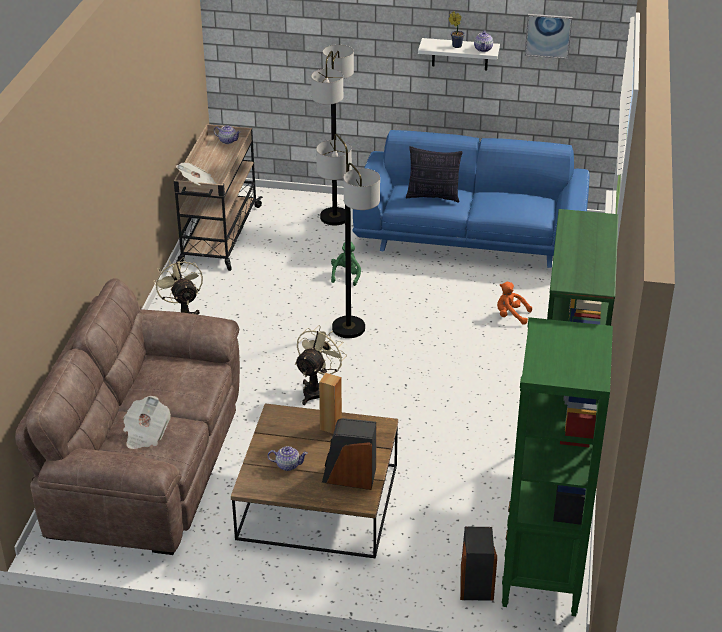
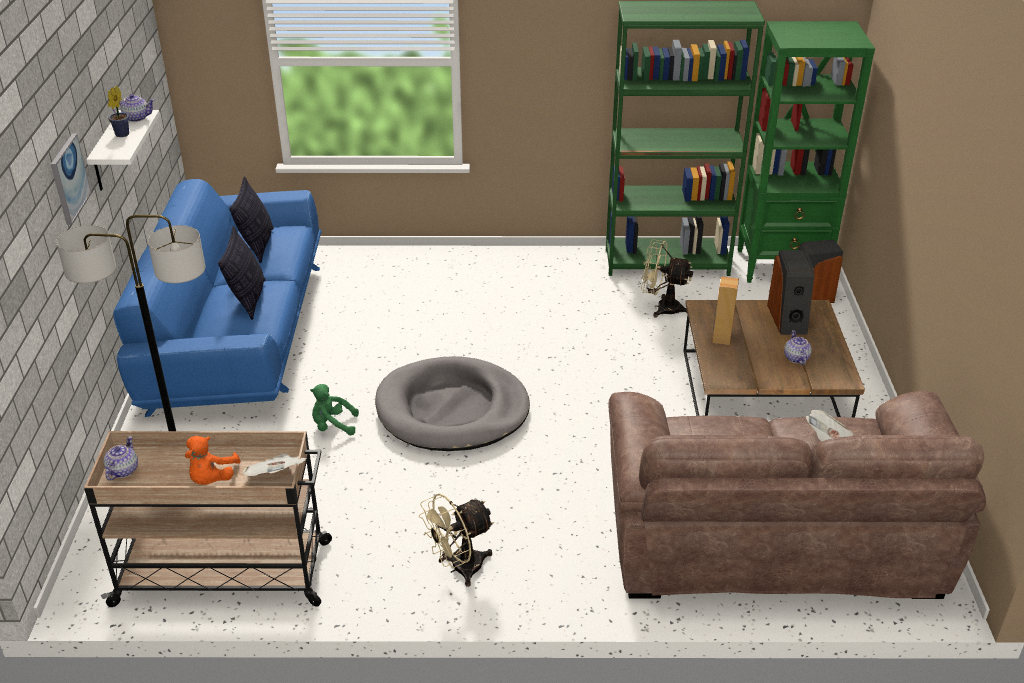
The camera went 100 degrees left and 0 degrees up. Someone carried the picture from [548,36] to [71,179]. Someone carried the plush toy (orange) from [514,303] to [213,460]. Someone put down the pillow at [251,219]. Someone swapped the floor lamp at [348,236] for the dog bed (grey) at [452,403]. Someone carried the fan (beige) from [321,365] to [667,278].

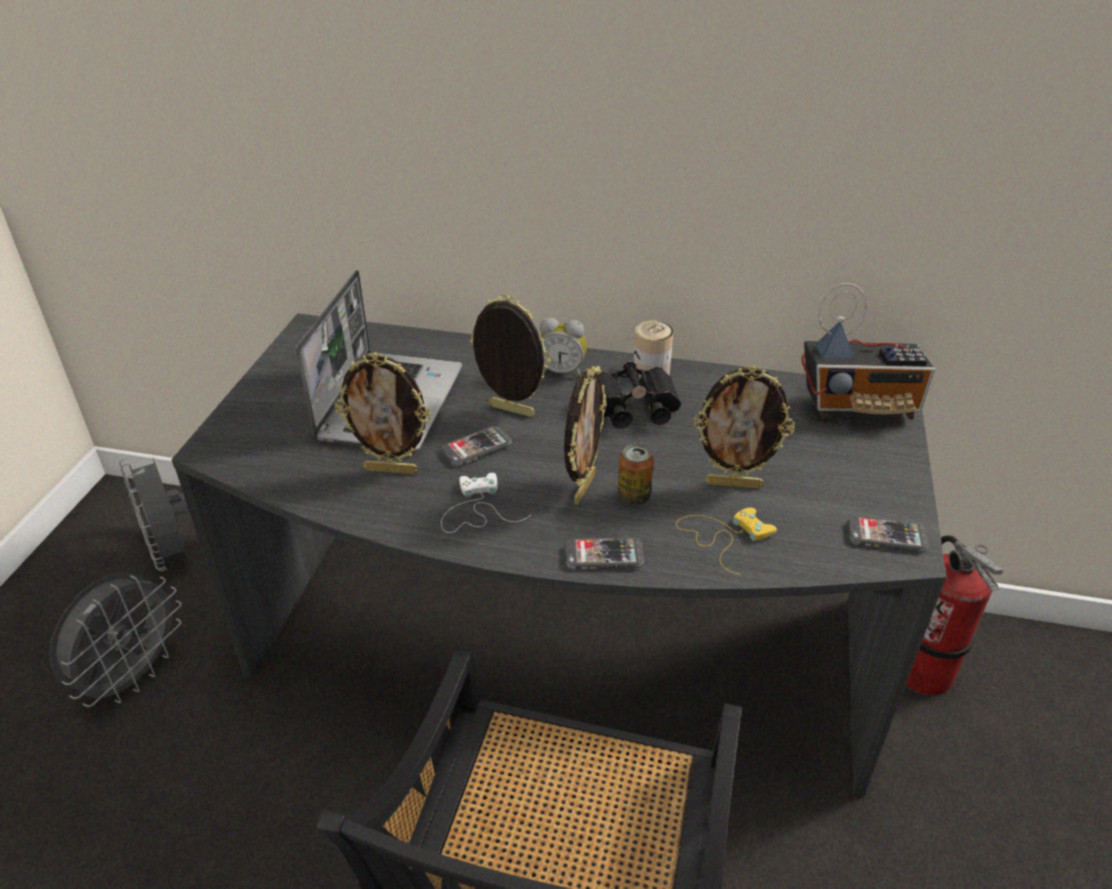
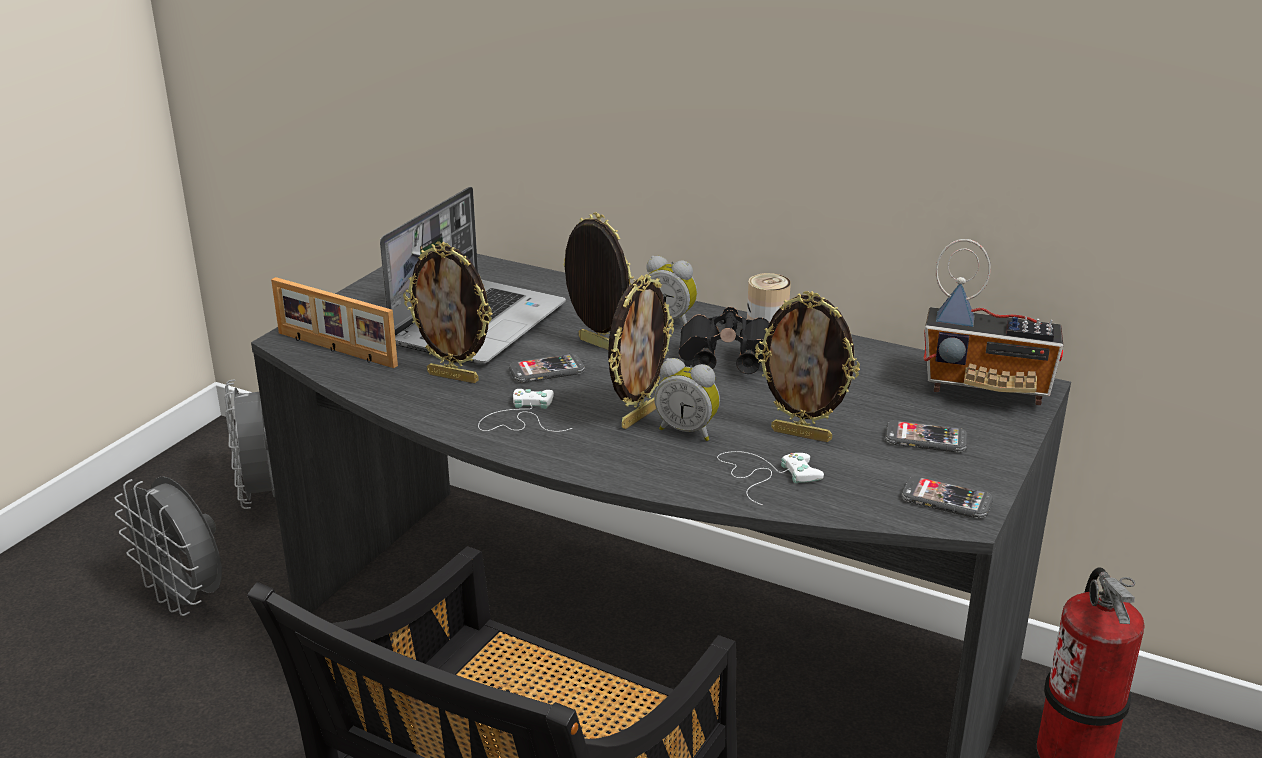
The camera went 15 degrees right and 10 degrees down. Someone rotated the fan (grey) at [115,639] by 90 degrees clockwise. Someone put down the picture frame at [334,322]. Someone swapped the can at [635,475] for the alarm clock at [687,399]. Someone repainted the game controller (yellow) at [726,541], which became the game controller (white) at [770,478]. Someone carried the phone from [604,553] to [926,436].

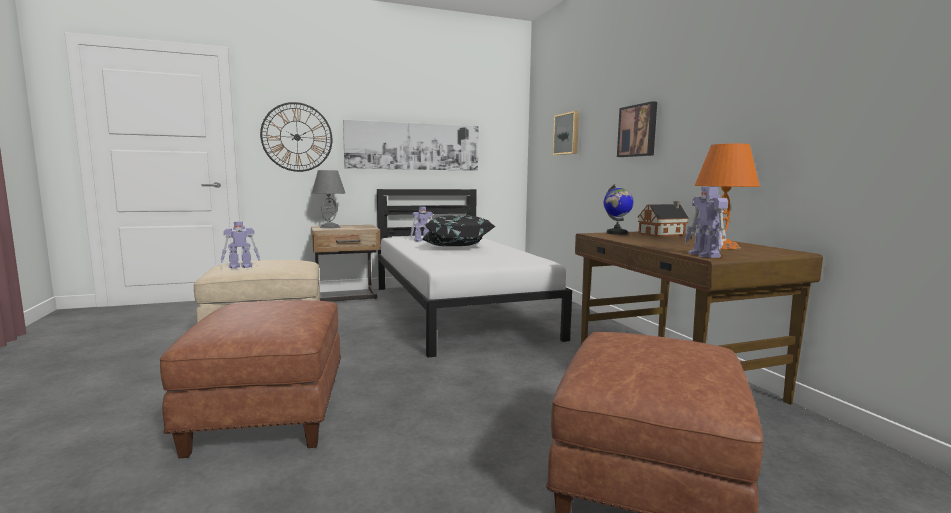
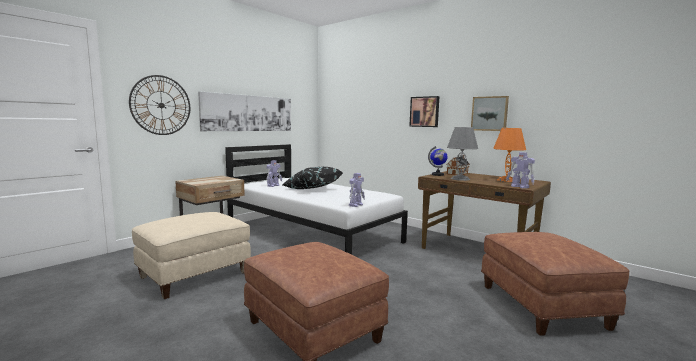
The camera went 30 degrees left and 0 degrees up. Someone carried the toy robot from [240,245] to [357,190]. Someone carried the table lamp (grey) from [328,199] to [462,154]. Someone carried the picture from [566,133] to [490,113].

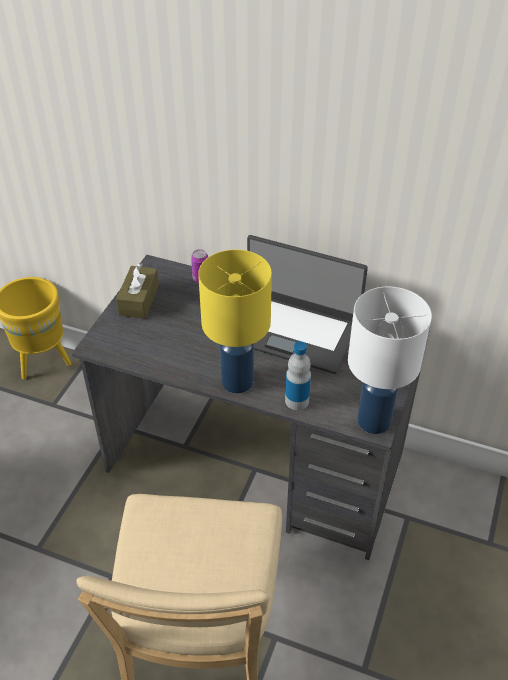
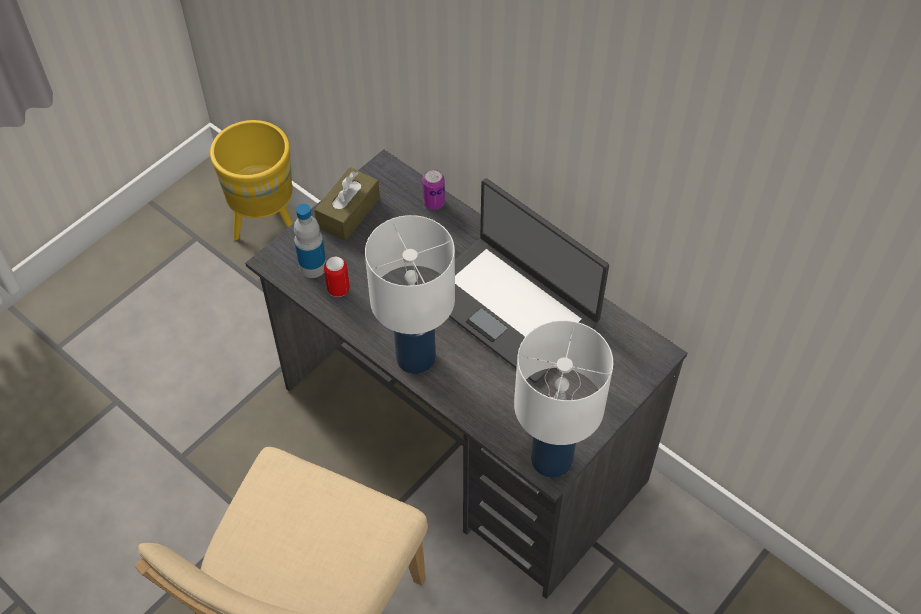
The camera went 20 degrees right and 10 degrees up. Someone carried the bottle from [298,375] to [310,241]. Someone put down the can at [337,276]. Someone repainted the table lamp (yellow) at [235,321], which became the table lamp (white) at [410,294].

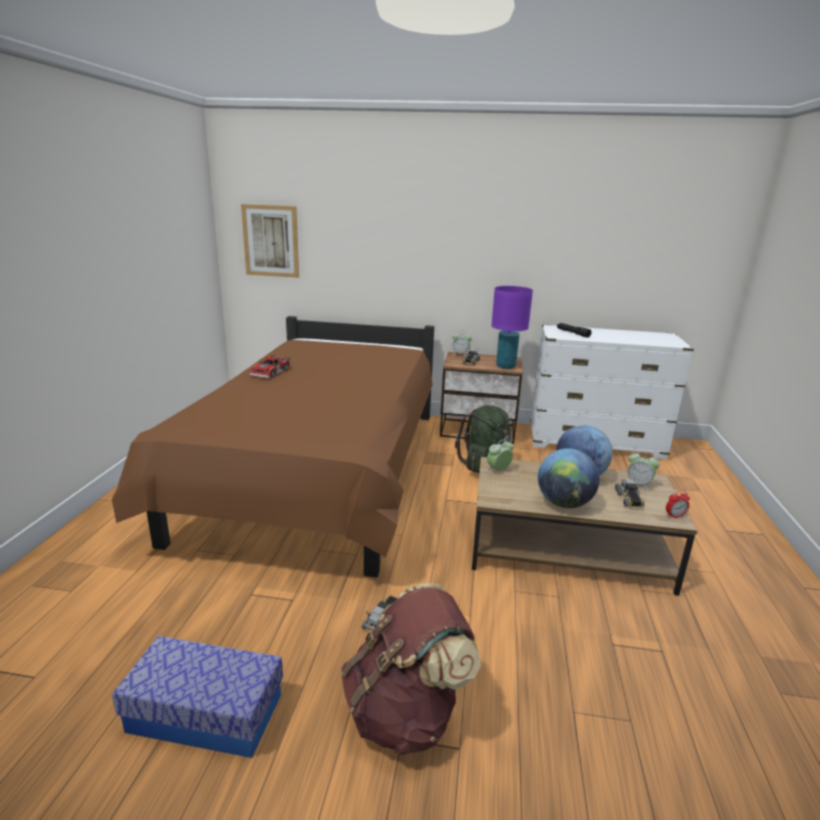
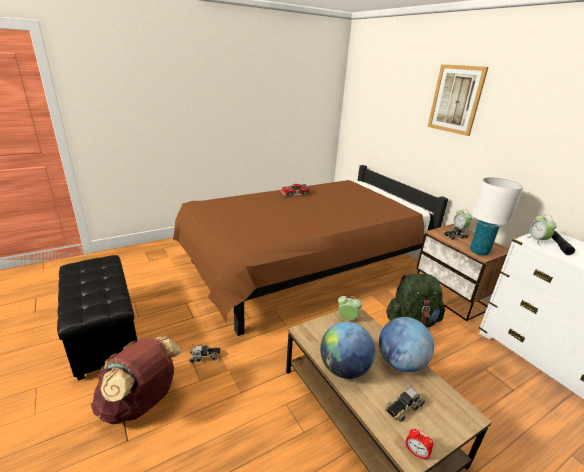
The camera went 50 degrees right and 5 degrees up. Someone swapped the storage box at [197,697] for the ottoman (black) at [97,318]. Someone carried the picture from [270,241] to [458,100]. Someone repainted the table lamp (purple) at [512,327], which became the table lamp (white) at [497,216]. Someone carried the alarm clock from [643,471] to [541,229].

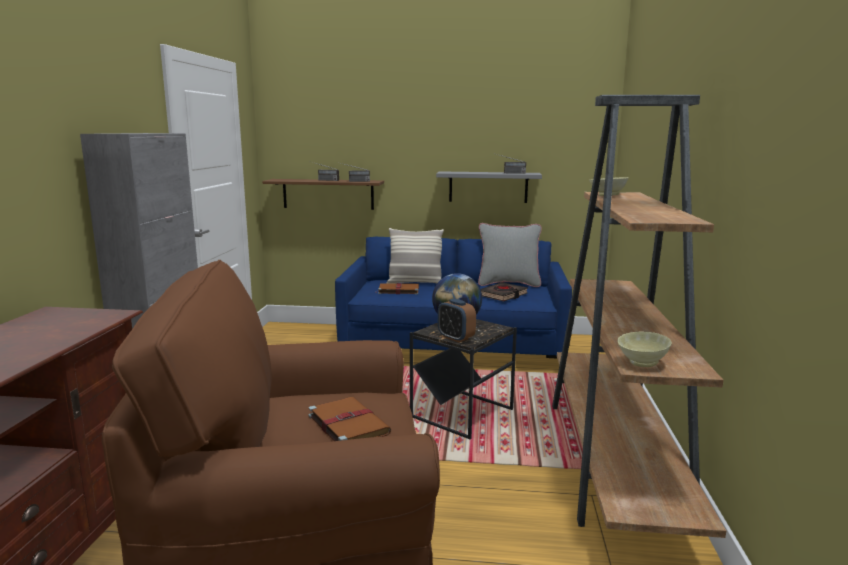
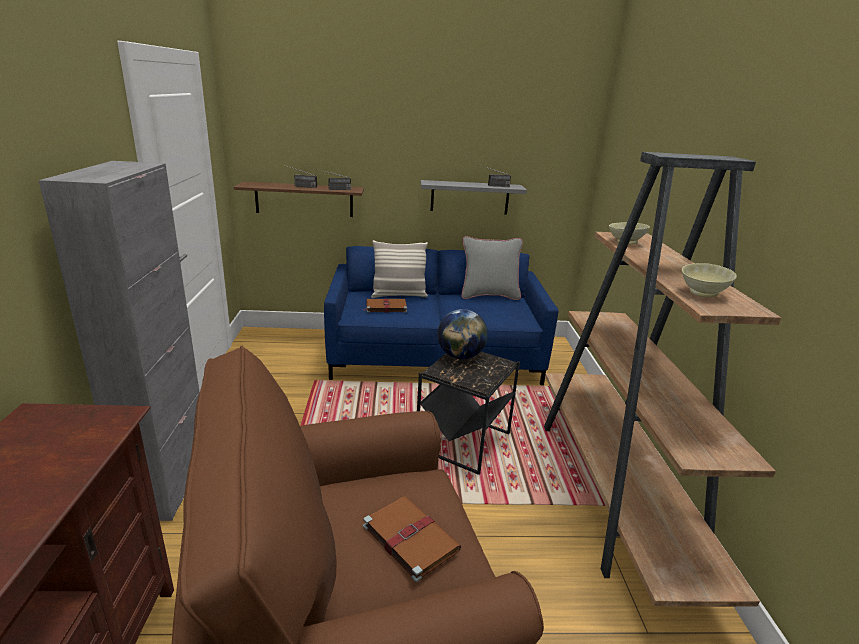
The camera went 10 degrees left and 10 degrees up. Someone carried the bowl (beige) from [644,349] to [709,280]. Someone took away the alarm clock at [457,320]. Someone took away the book (black) at [504,291].

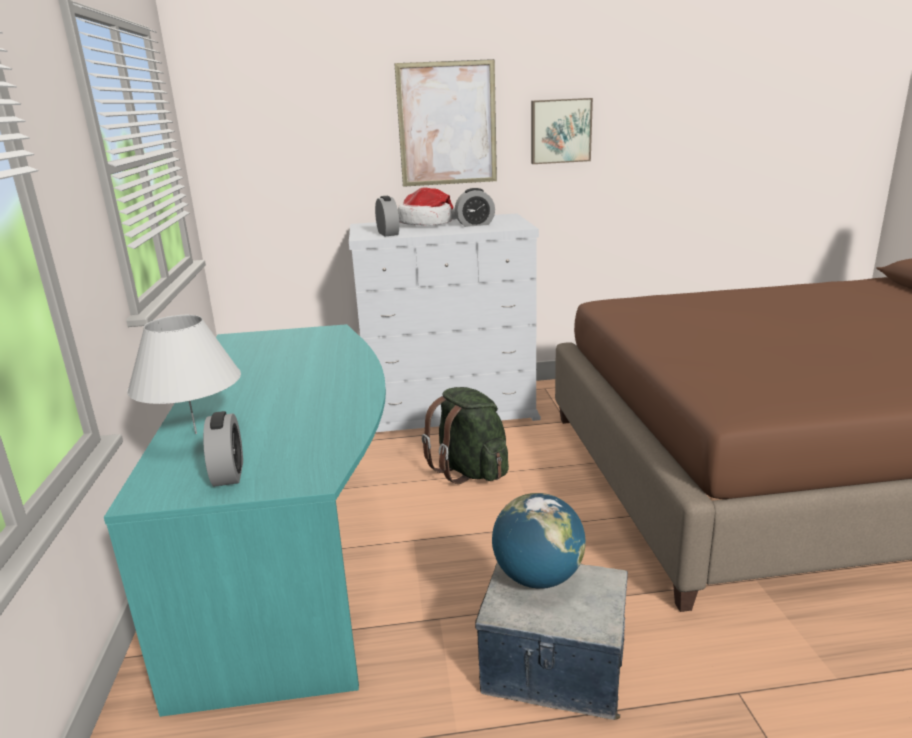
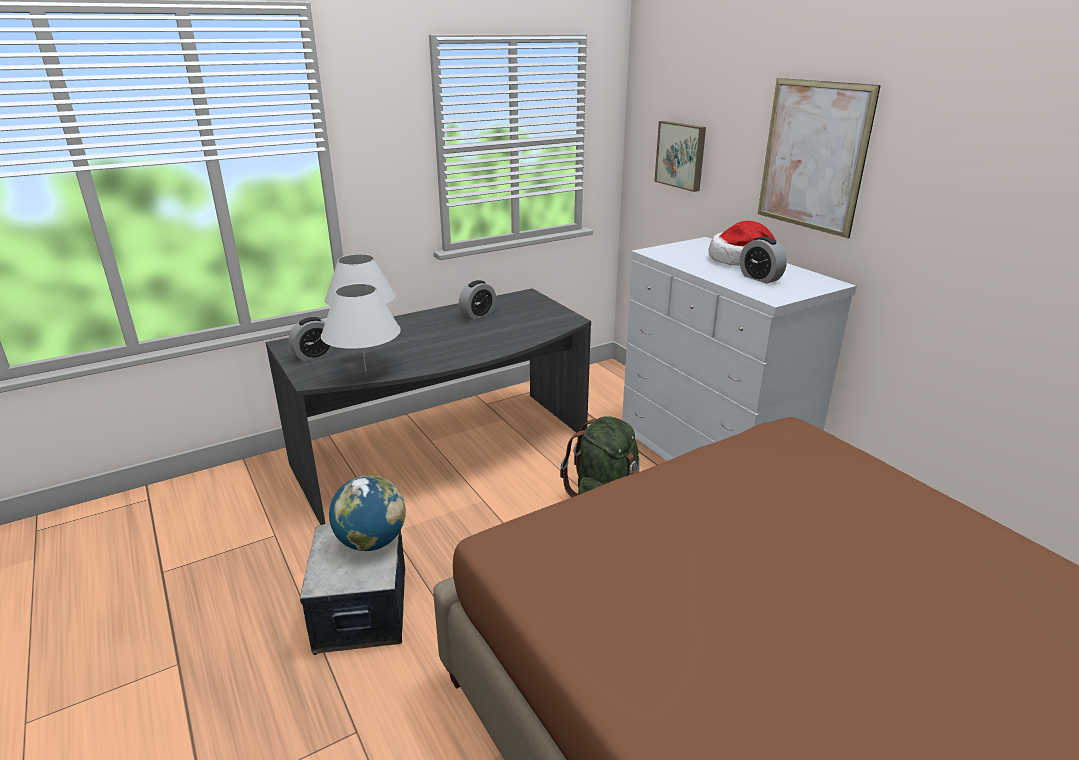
The camera went 65 degrees right and 5 degrees up. Someone repainted the desk (turquoise) at [245,520], which became the desk (grey) at [428,406]. Someone put down the table lamp (white) at [361,327]. Someone carried the alarm clock from [387,216] to [477,300]. Someone carried the picture from [562,131] to [680,156].

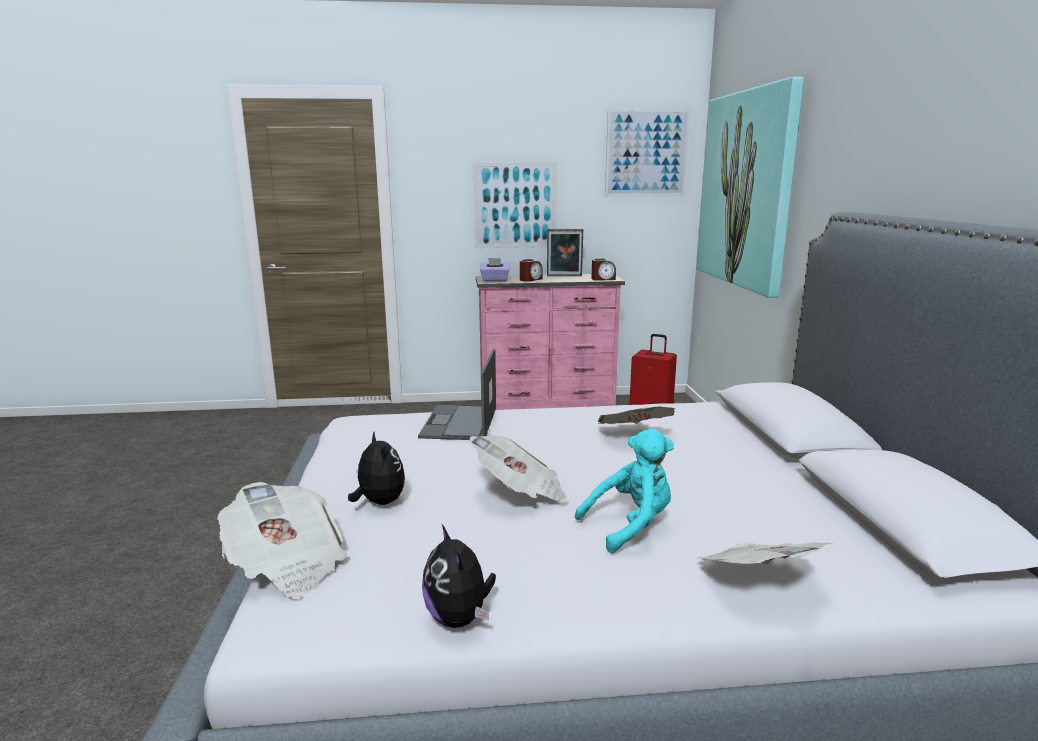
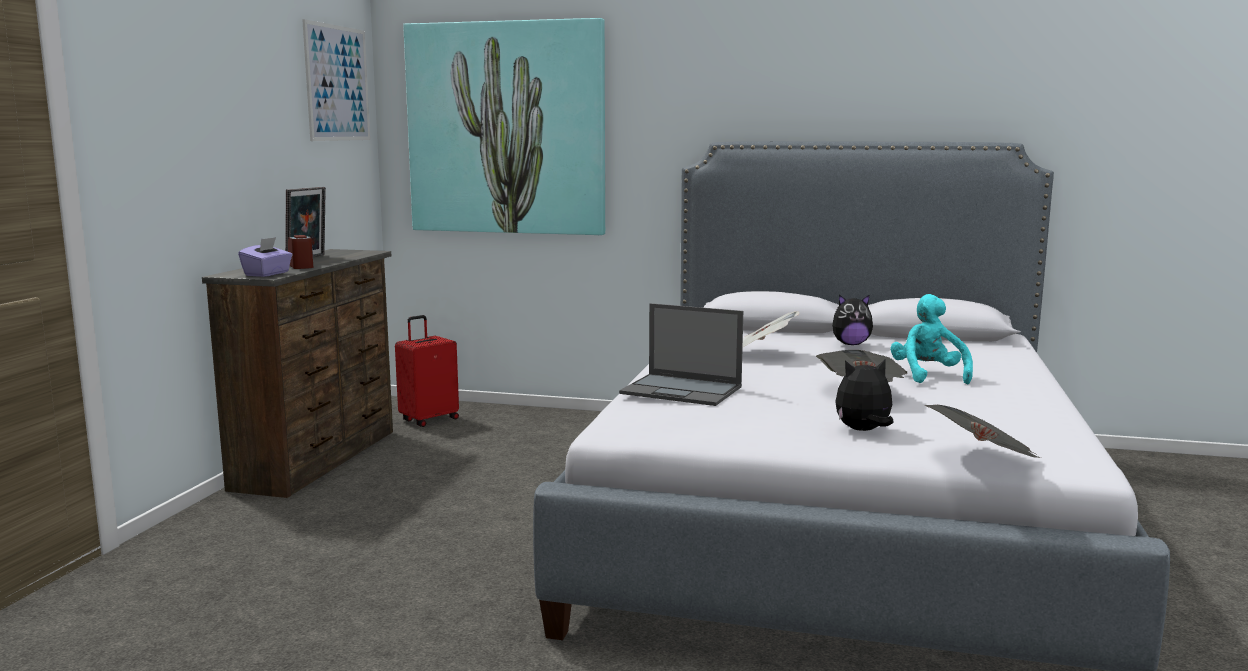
The camera went 70 degrees left and 5 degrees down. Someone repainted the dresser (pink) at [550,342], which became the dresser (brown) at [297,373]. Someone carried the plush toy from [459,576] to [852,320]. Someone took away the picture at [515,205]. Someone took away the alarm clock at [603,270]. Someone took away the newspaper at [765,553].

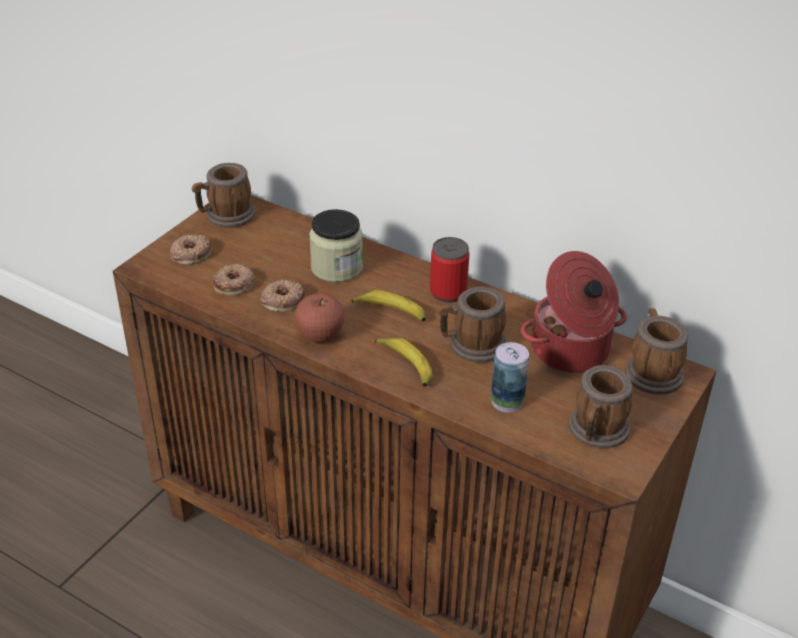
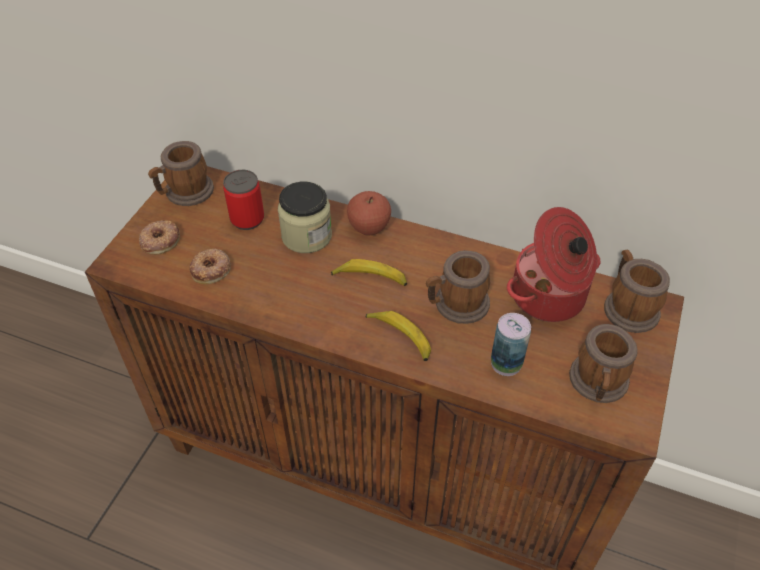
The camera went 10 degrees left and 10 degrees up. Someone carried the can from [450,270] to [243,200]. Someone carried the apple from [320,318] to [369,213]. Someone took away the donut at [283,295].

